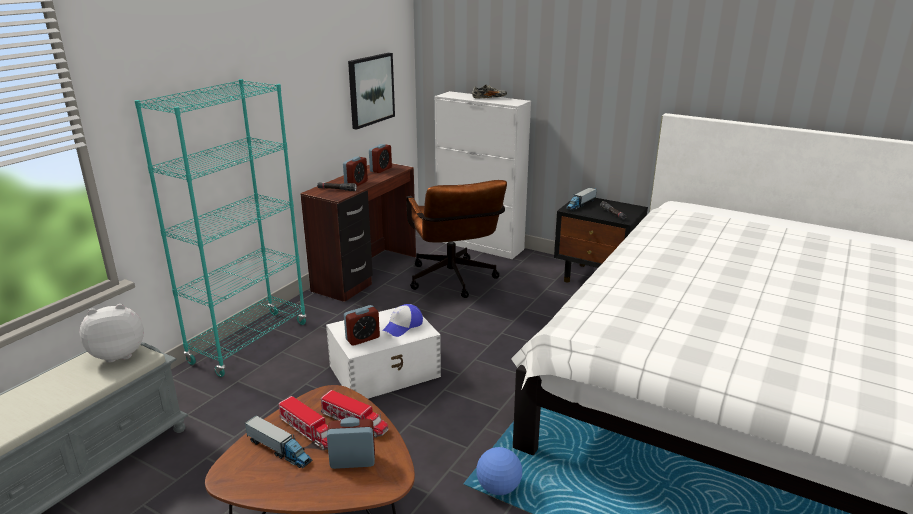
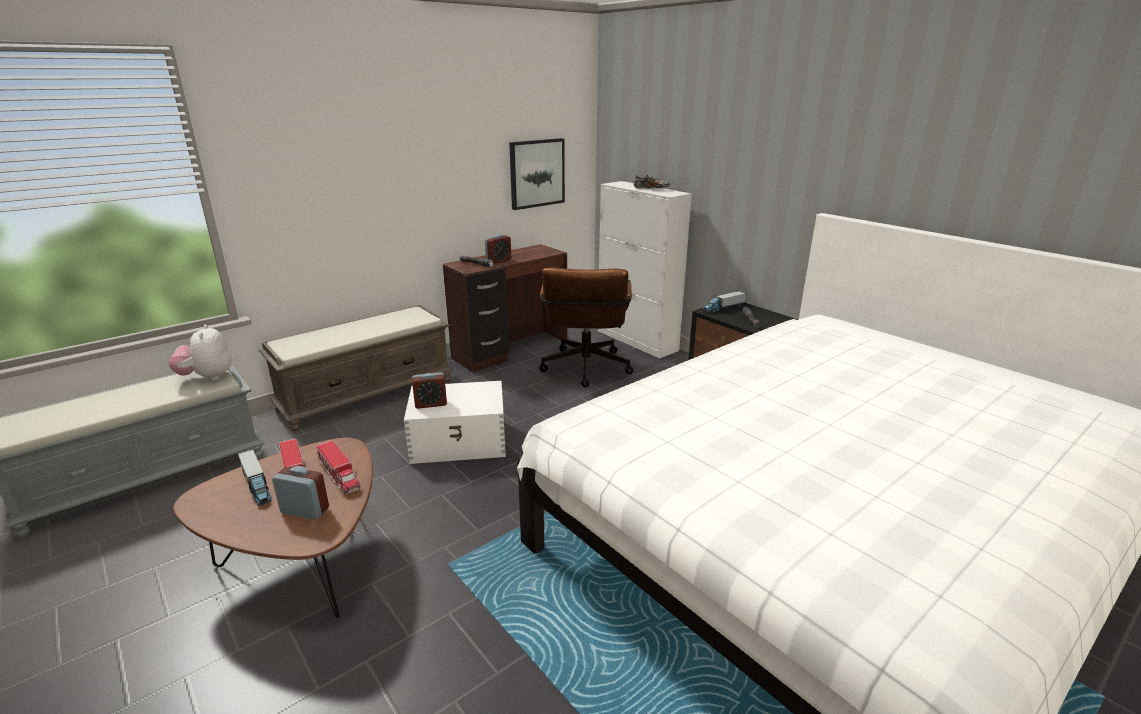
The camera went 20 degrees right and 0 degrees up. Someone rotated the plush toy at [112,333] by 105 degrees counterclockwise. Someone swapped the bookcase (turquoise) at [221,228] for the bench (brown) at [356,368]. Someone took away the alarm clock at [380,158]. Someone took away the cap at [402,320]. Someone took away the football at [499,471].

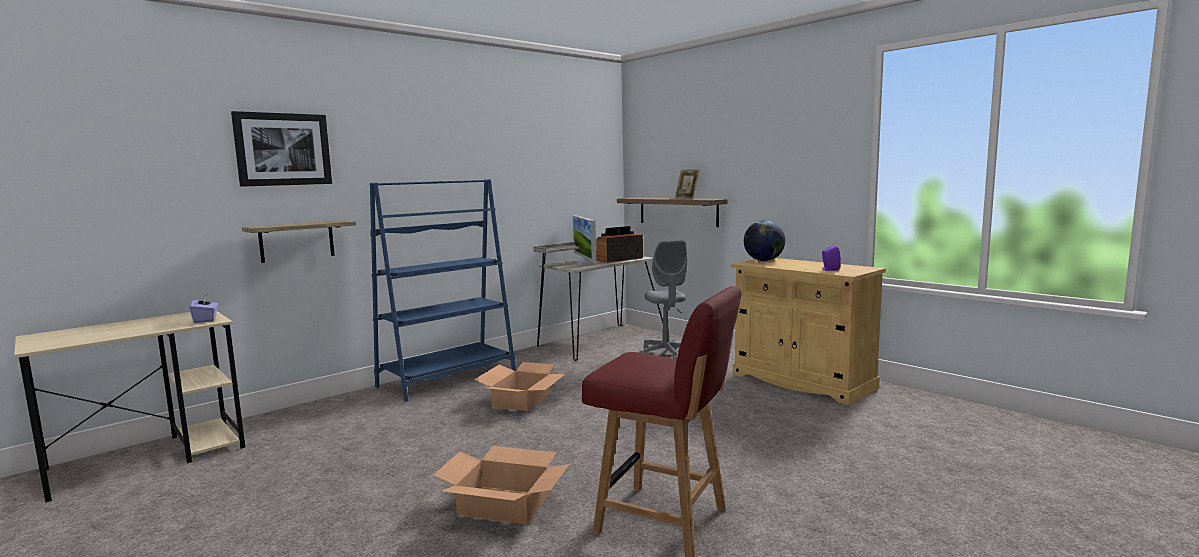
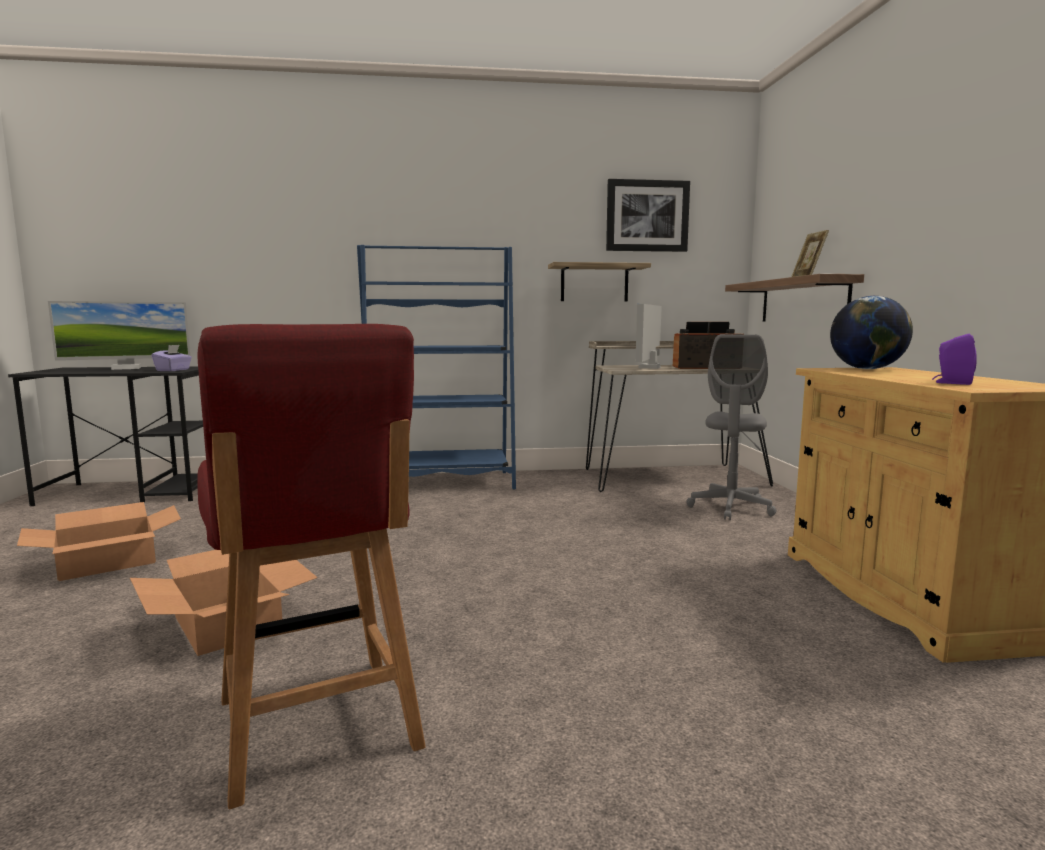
The camera went 35 degrees right and 0 degrees up. Someone repainted the desk (beige) at [129,407], which became the desk (black) at [105,436]. Someone carried the cardboard box from [519,386] to [99,541]. Someone put down the monitor at [119,335]. Someone carried the shelf from [299,241] to [599,282]. Someone carried the picture from [281,149] to [648,215].

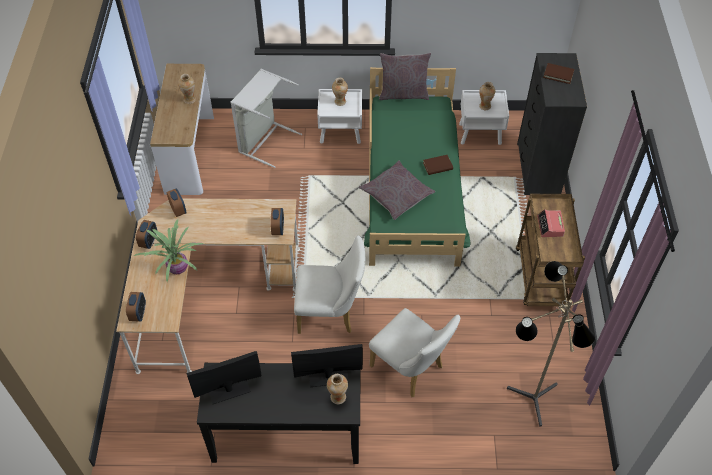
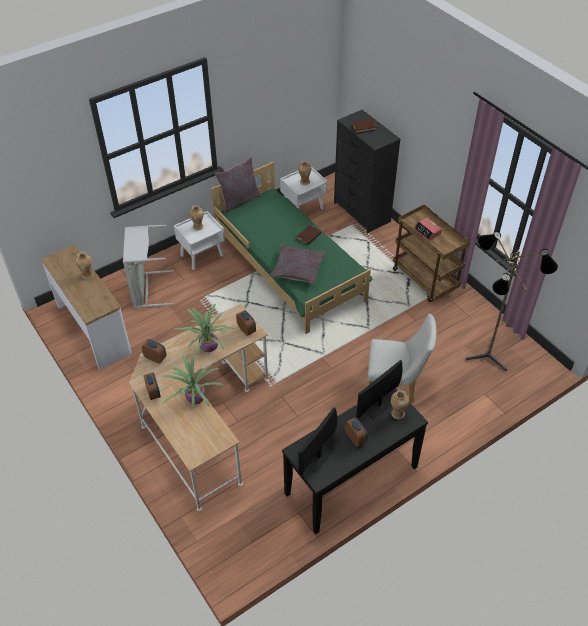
The camera went 35 degrees left and 5 degrees down. Someone put down the potted plant at [203,329]. Someone carried the alarm clock from [136,307] to [356,432]. Someone took away the chair (white) at [329,284].

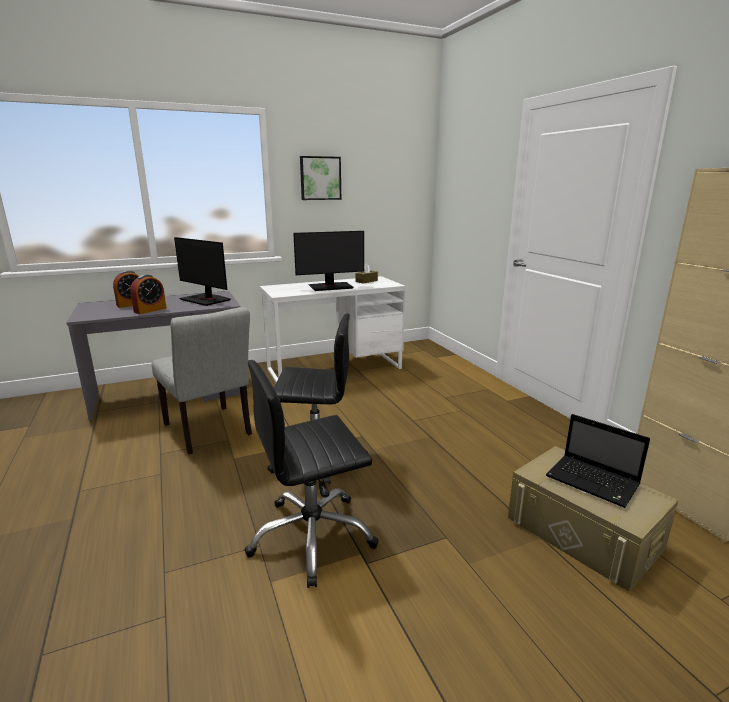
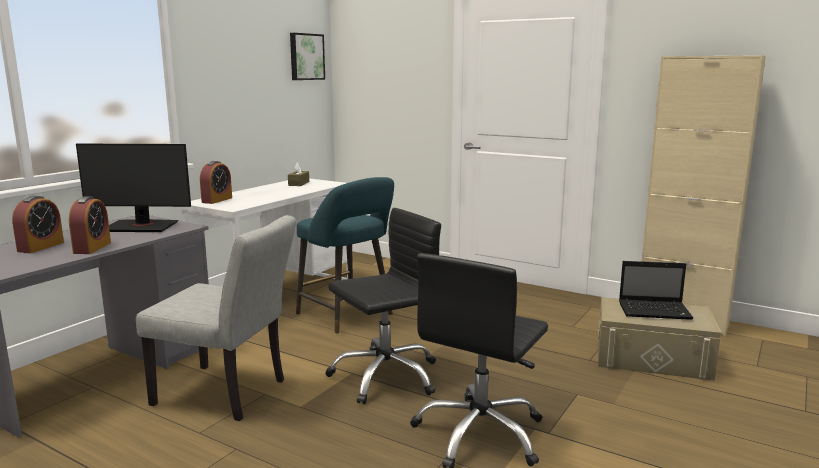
The camera went 35 degrees left and 5 degrees down. Someone put down the alarm clock at [216,182]. Someone carried the picture from [320,178] to [307,56]. Someone put down the stool (turquoise) at [345,255]. Someone took away the monitor at [328,261].

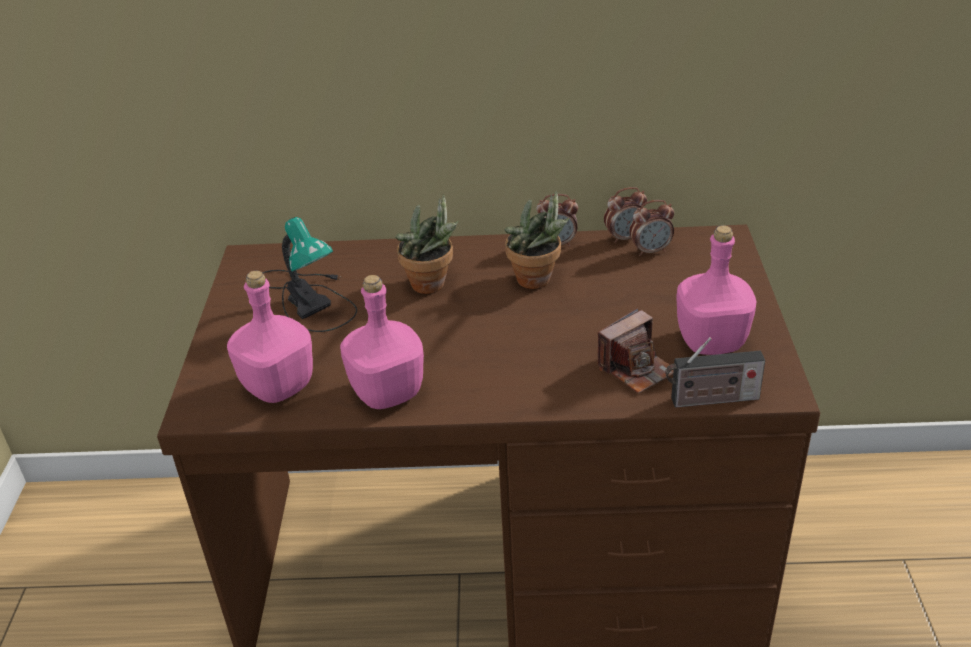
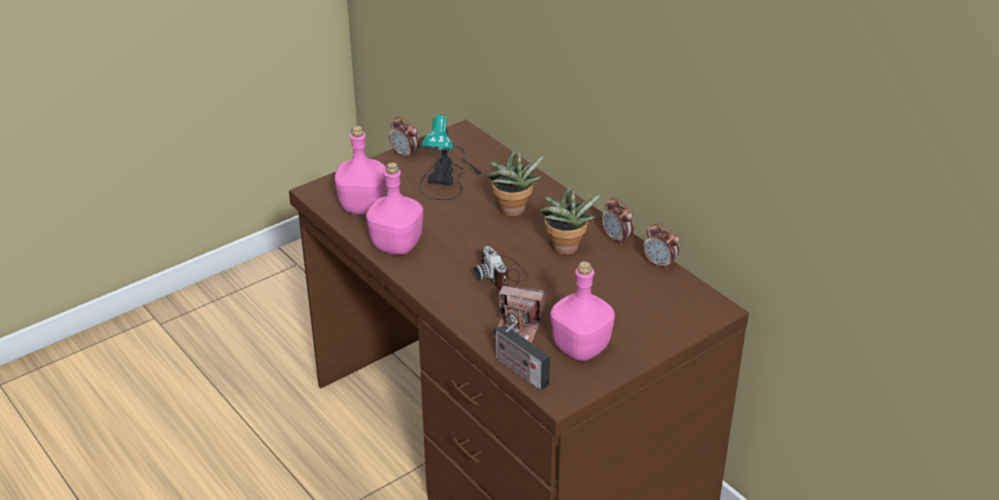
The camera went 50 degrees right and 0 degrees up. Someone carried the alarm clock from [651,228] to [404,138]. Someone put down the photo camera at [501,267].

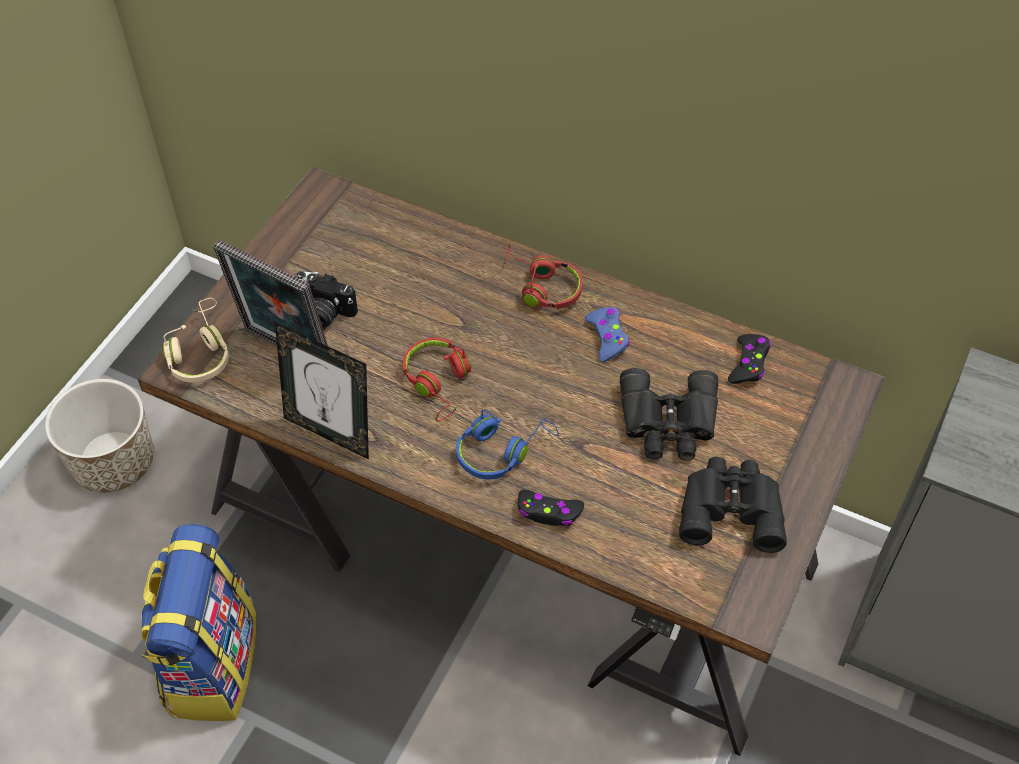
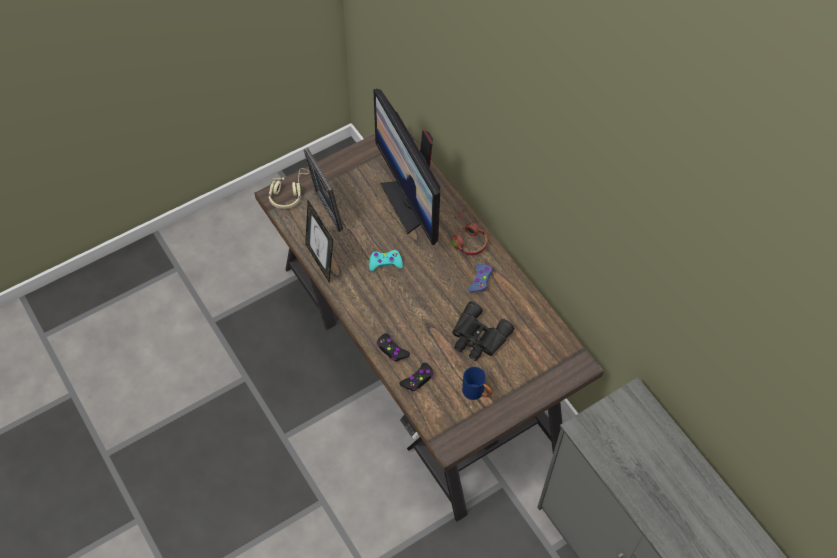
The camera went 30 degrees right and 5 degrees up. Someone swapped the headphones (red) at [437,379] for the game controller (turquoise) at [386,260]. Someone put down the monitor at [406,167]. Someone carried the game controller (black) from [749,359] to [416,377]. Someone swapped the binoculars (black) at [733,505] for the mug (blue) at [477,383]. Someone took away the planter at [99,435]. Someone took away the backpack at [198,622]. Someone took away the photo camera at [326,300]. Someone took away the headphones (blue) at [507,444].

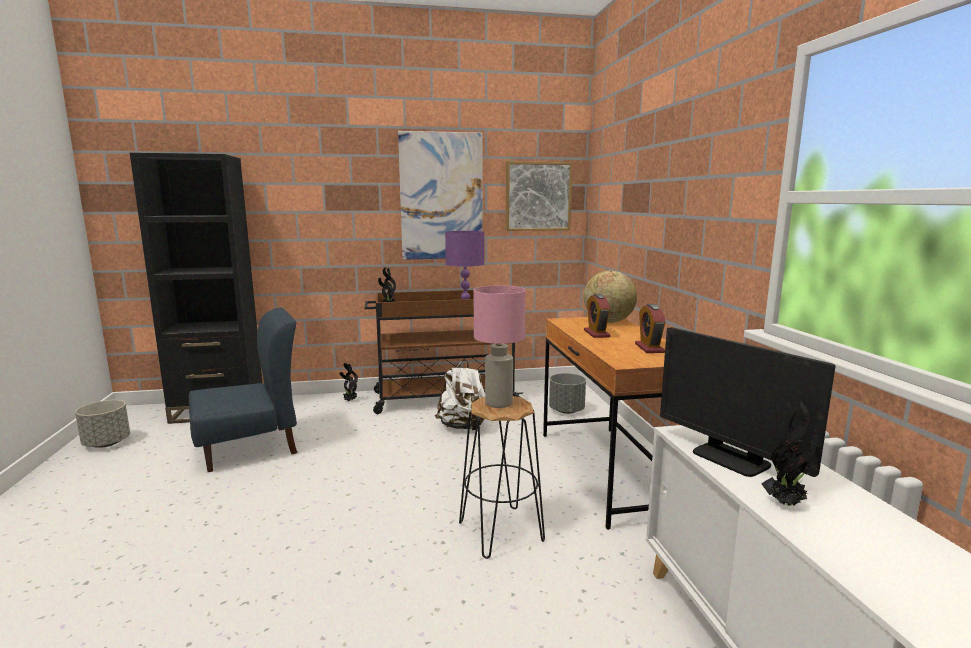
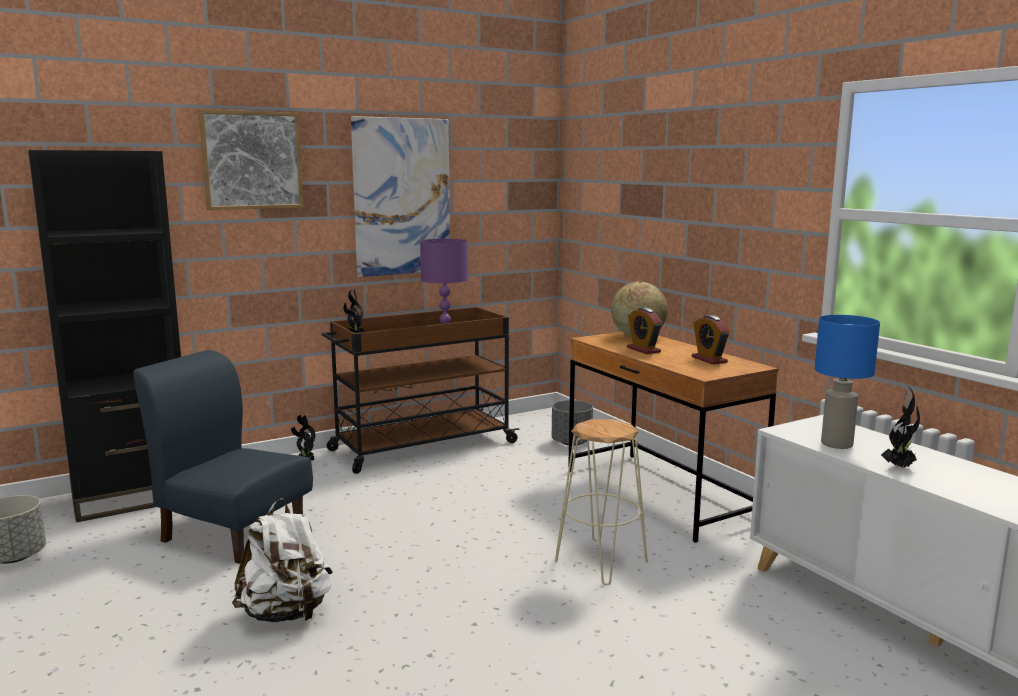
The camera went 20 degrees left and 0 degrees up. Someone rotated the chair (blue) at [243,389] by 105 degrees counterclockwise. Someone carried the picture from [539,196] to [251,159]. Someone carried the backpack (white) from [460,395] to [282,560]. Someone repainted the stool (black) at [502,477], which became the stool (beige) at [601,502]. Someone swapped the monitor at [747,402] for the table lamp (blue) at [847,382]. Someone took away the table lamp (pink) at [500,346].

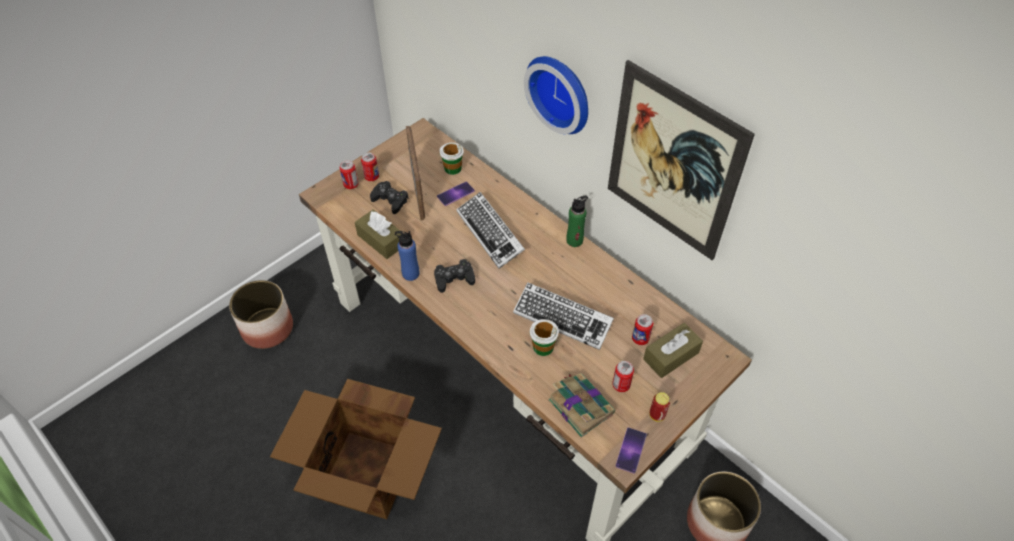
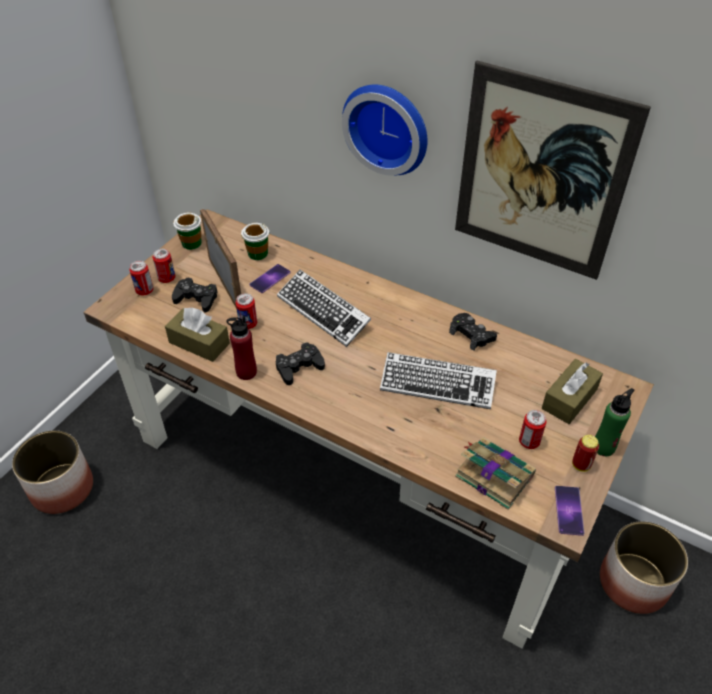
The camera went 15 degrees left and 5 degrees down. Someone carried the cup from [544,337] to [187,231]. Someone repainted the bottle (blue) at [407,256], which became the bottle (red) at [241,348]. Someone carried the can from [642,329] to [246,311]. Someone put down the game controller (black) at [473,332]. Someone carried the bottle (green) from [577,221] to [615,422]. Someone took away the cardboard box at [356,449].

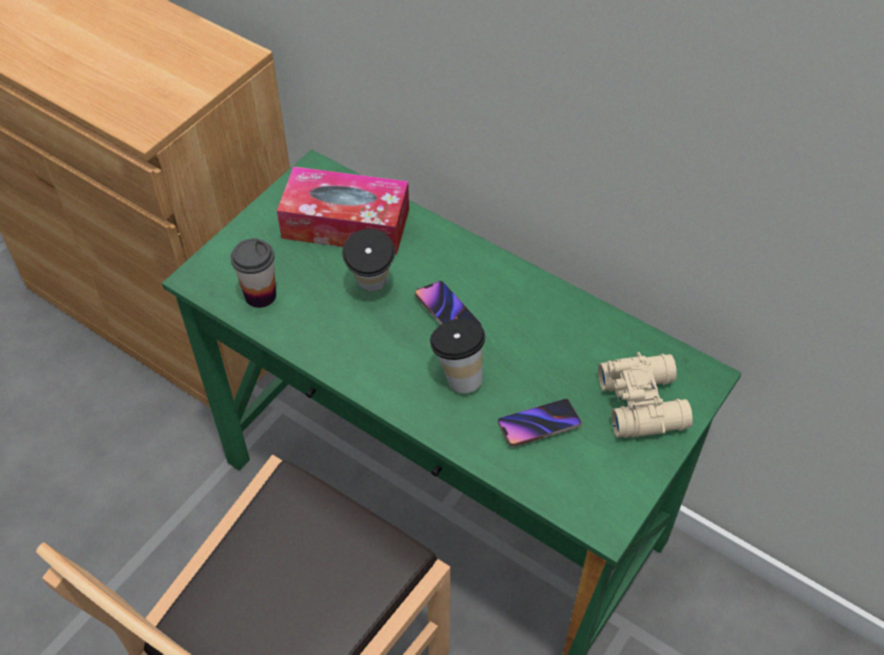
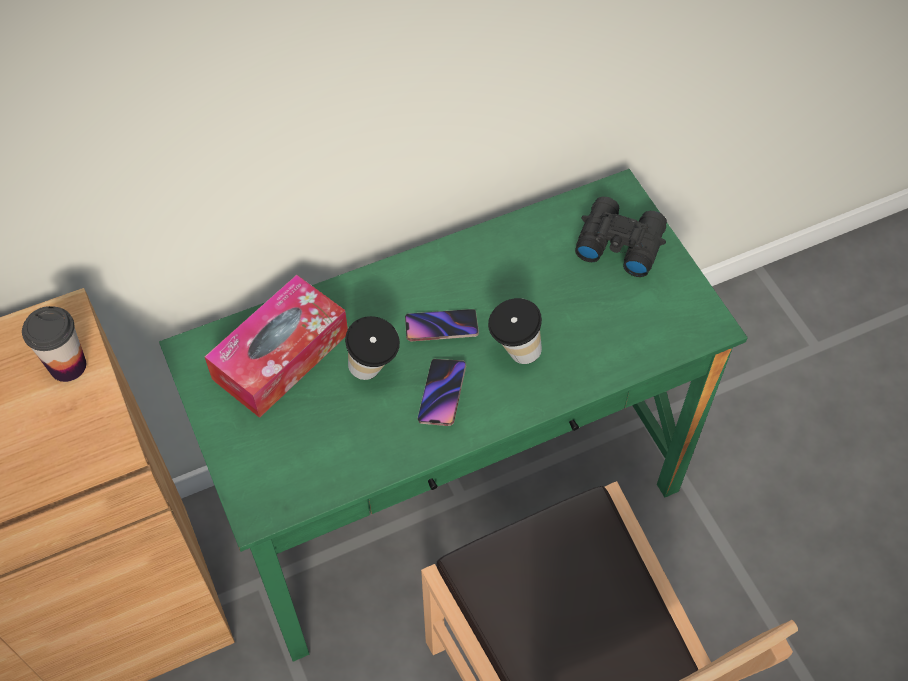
The camera went 60 degrees left and 5 degrees up. Someone carried the cup from [253,273] to [54,344]. Someone carried the phone from [540,423] to [441,392]. Someone repainted the binoculars (beige) at [645,395], which became the binoculars (black) at [621,237].

